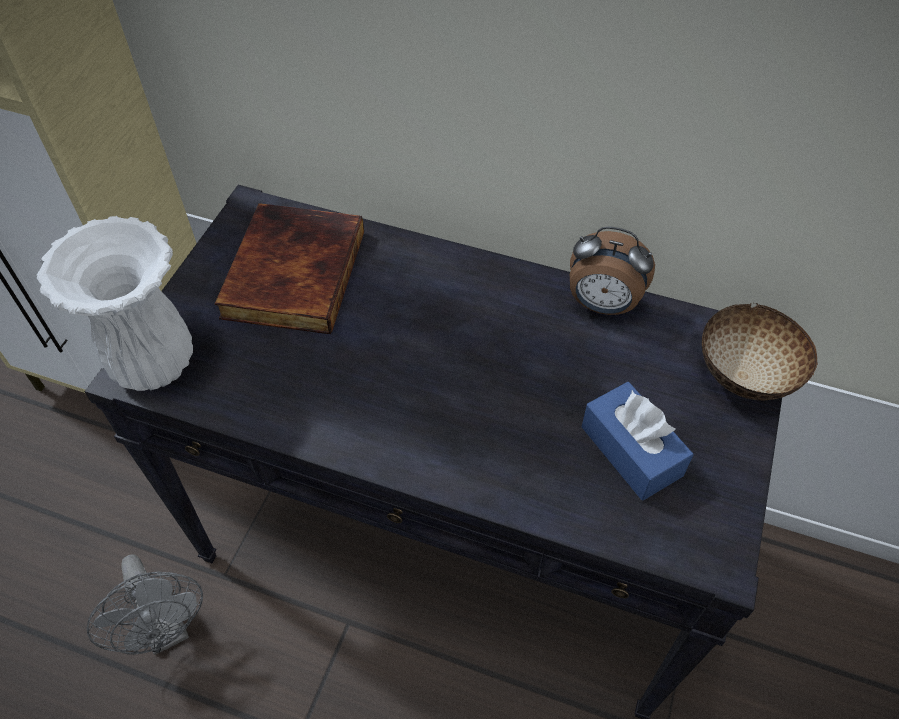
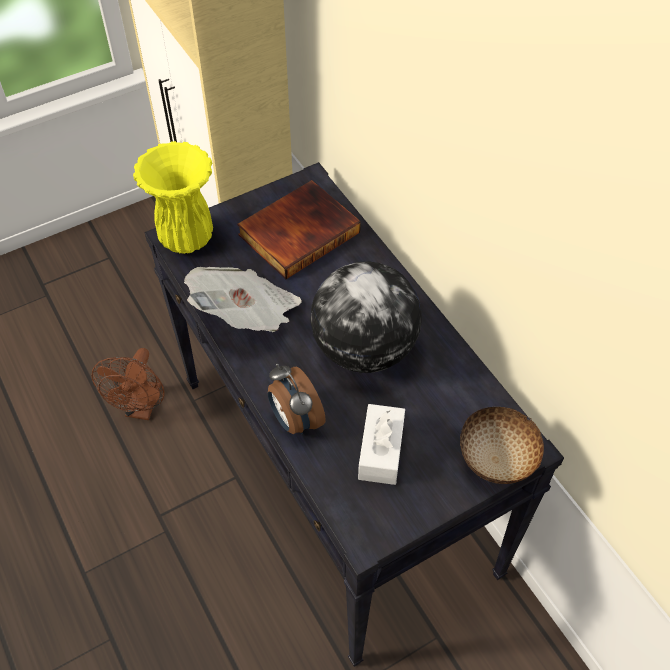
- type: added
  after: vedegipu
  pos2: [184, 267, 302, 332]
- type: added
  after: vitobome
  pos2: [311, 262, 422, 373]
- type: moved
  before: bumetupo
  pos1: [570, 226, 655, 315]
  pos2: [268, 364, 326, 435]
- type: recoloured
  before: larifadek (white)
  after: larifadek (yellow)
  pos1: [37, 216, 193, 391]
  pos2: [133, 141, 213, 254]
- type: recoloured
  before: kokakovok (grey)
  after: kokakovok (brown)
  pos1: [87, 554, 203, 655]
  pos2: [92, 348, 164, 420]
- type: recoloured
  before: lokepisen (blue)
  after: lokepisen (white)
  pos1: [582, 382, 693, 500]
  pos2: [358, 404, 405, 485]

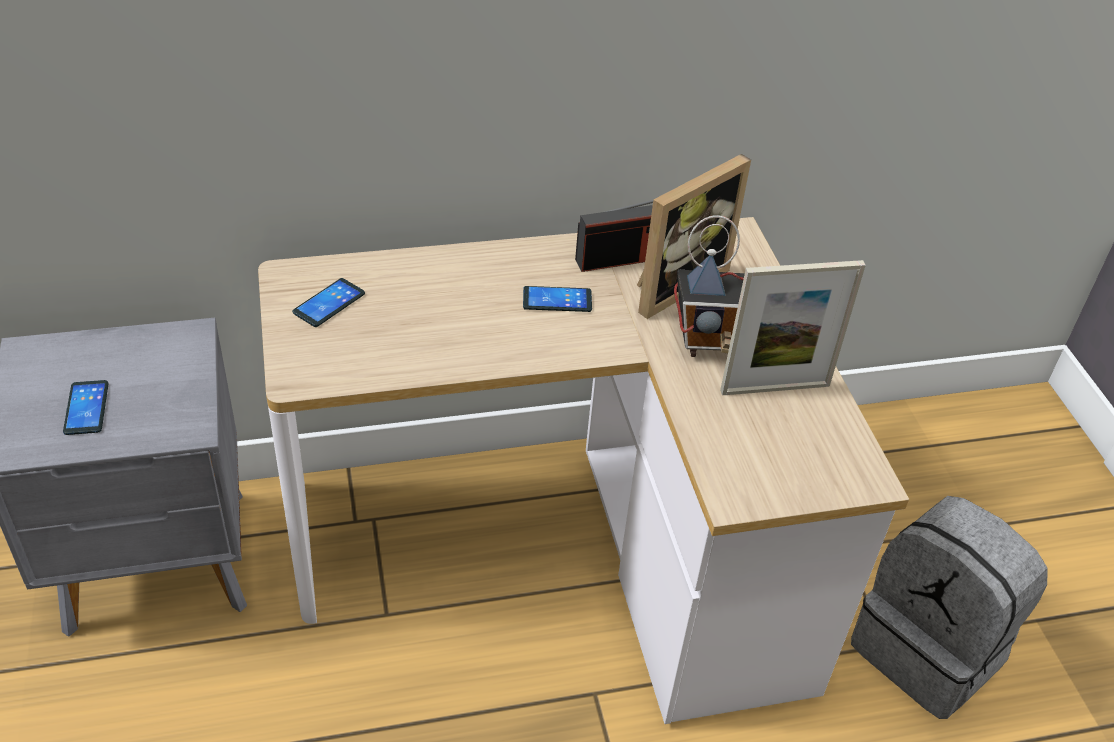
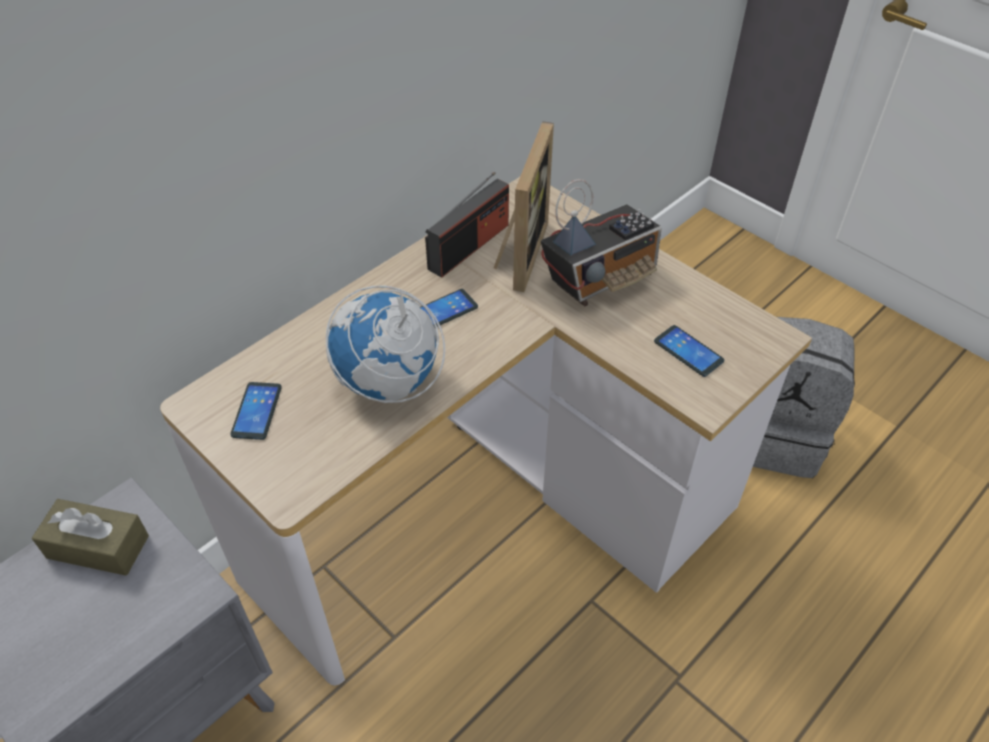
- type: removed
  before: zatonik
  pos1: [720, 260, 866, 395]
- type: added
  after: lokepisen (brown)
  pos2: [32, 499, 149, 576]
- type: added
  after: vitobome
  pos2: [326, 286, 445, 403]
- type: moved
  before: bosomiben
  pos1: [63, 380, 108, 435]
  pos2: [654, 325, 724, 377]

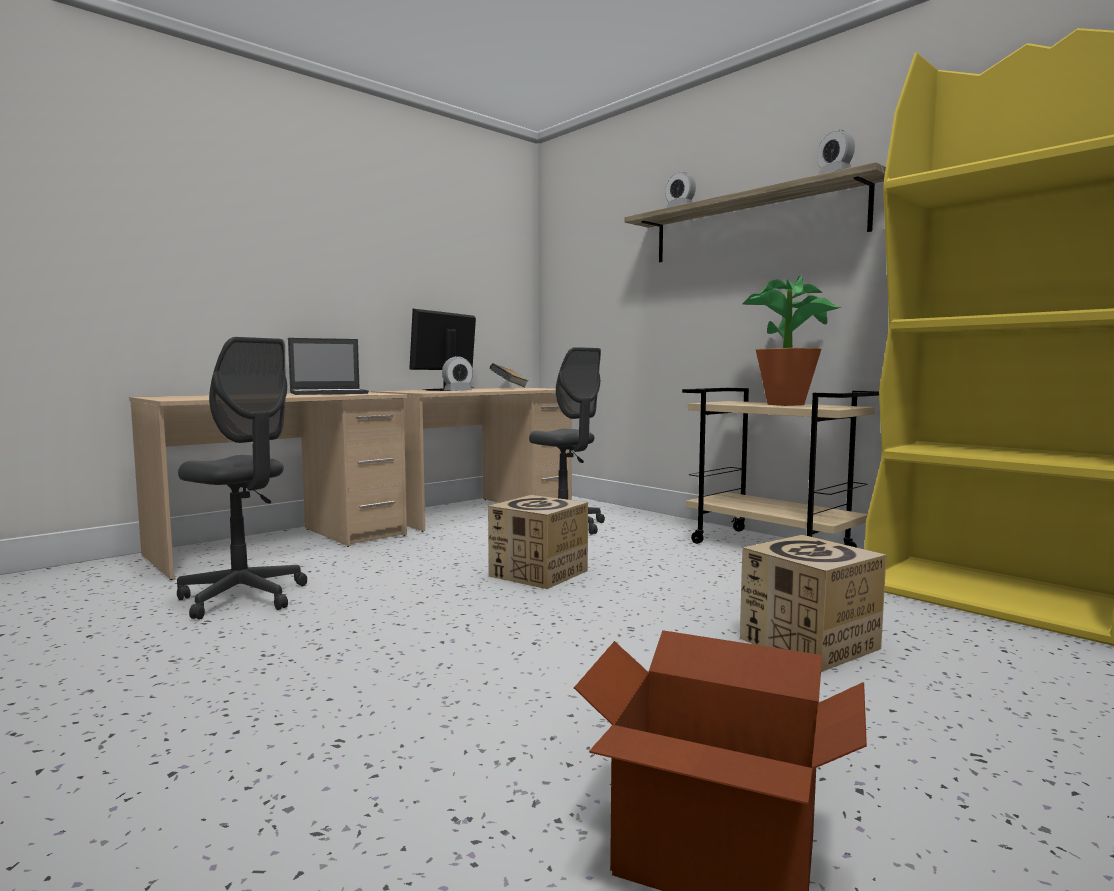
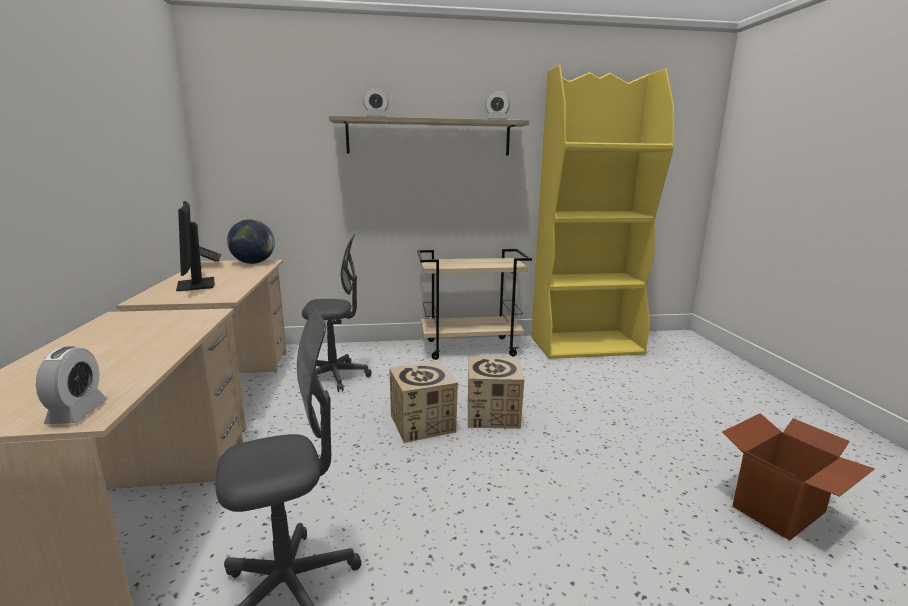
- type: removed
  before: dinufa
  pos1: [288, 338, 369, 395]
- type: removed
  before: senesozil
  pos1: [742, 276, 841, 406]
- type: added
  after: vitobome
  pos2: [227, 219, 275, 264]
- type: moved
  before: bumetupo
  pos1: [442, 356, 473, 391]
  pos2: [36, 346, 107, 424]
- type: moved
  before: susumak
  pos1: [740, 535, 886, 672]
  pos2: [468, 357, 524, 429]

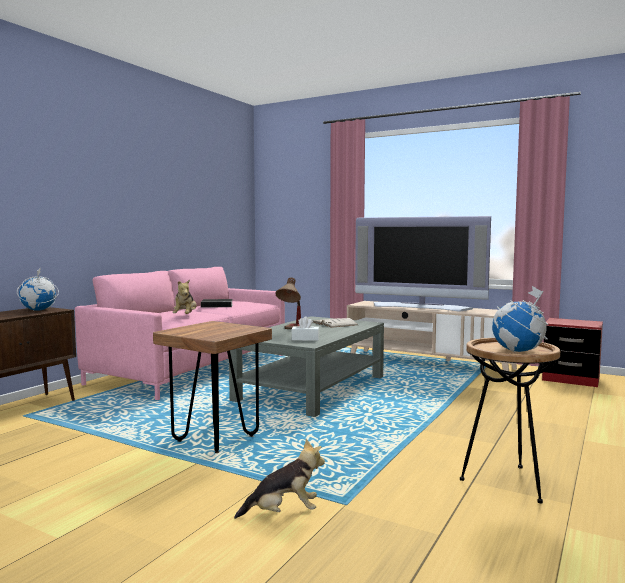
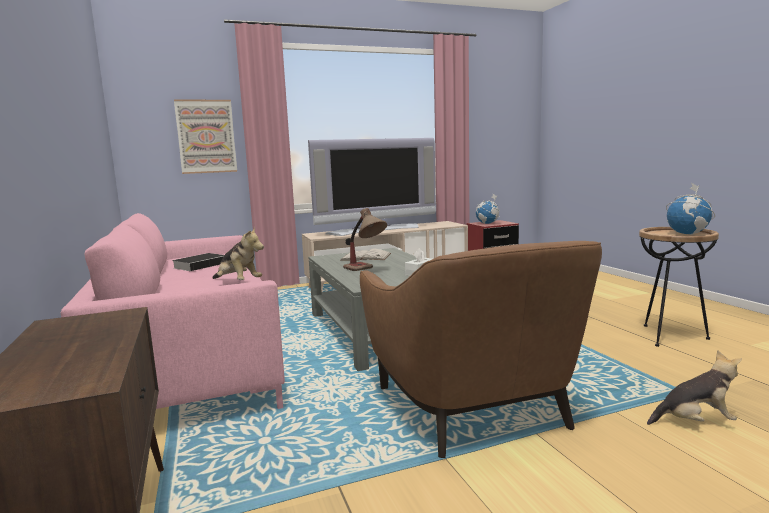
- type: added
  after: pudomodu
  pos2: [174, 99, 237, 174]
- type: moved
  before: vitobome
  pos1: [17, 268, 59, 311]
  pos2: [476, 194, 500, 224]
- type: replaced
  before: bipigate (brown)
  after: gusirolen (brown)
  pos1: [153, 321, 272, 453]
  pos2: [360, 241, 602, 458]
- type: turned
  before: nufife
  pos1: [234, 439, 325, 519]
  pos2: [647, 350, 742, 425]
  turn: 60

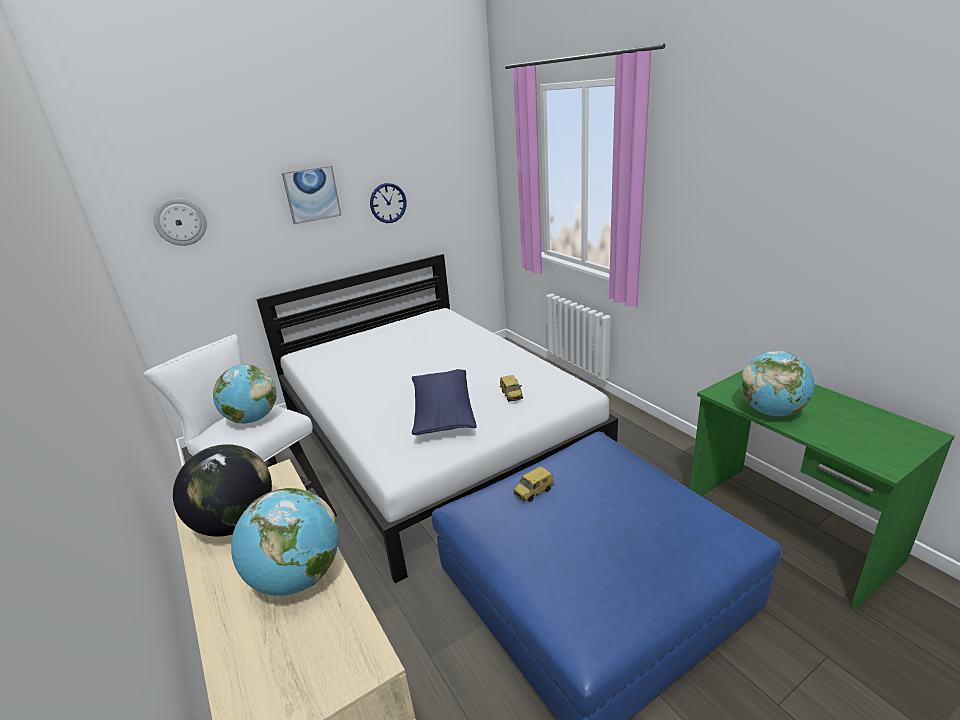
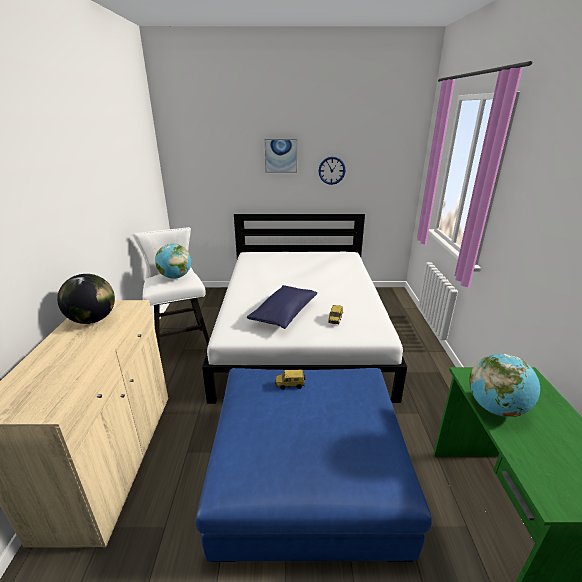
- type: removed
  before: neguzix
  pos1: [154, 198, 207, 246]
- type: removed
  before: vitobome
  pos1: [231, 488, 339, 596]

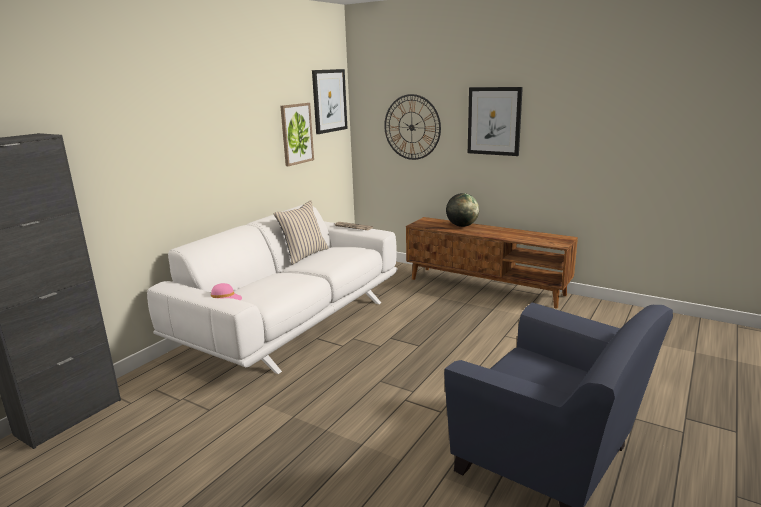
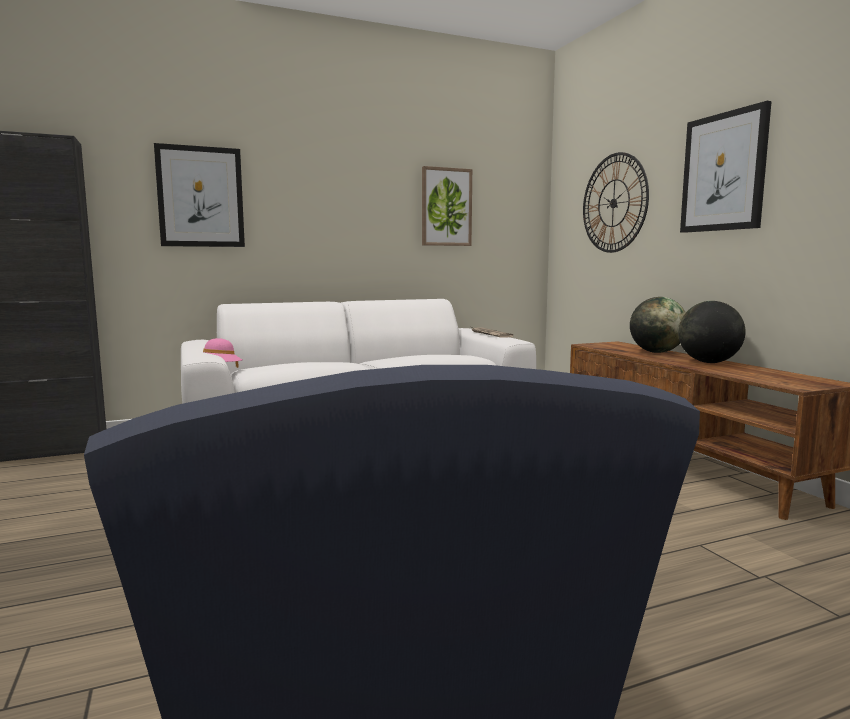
- type: removed
  before: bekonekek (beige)
  pos1: [273, 200, 329, 265]
- type: added
  after: vitobome
  pos2: [678, 301, 745, 363]
- type: moved
  before: pudomodu
  pos1: [312, 69, 348, 134]
  pos2: [154, 143, 245, 247]

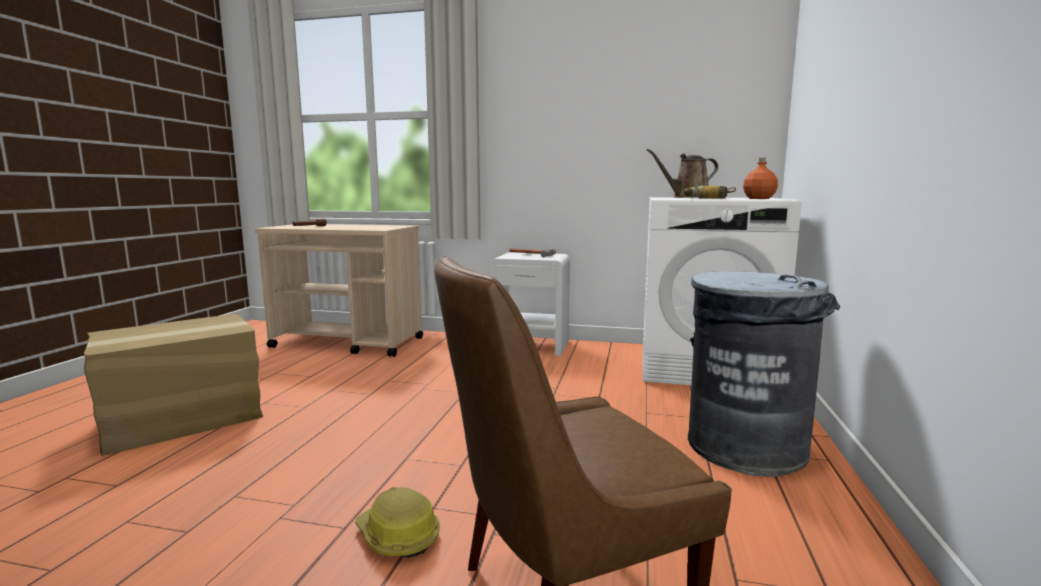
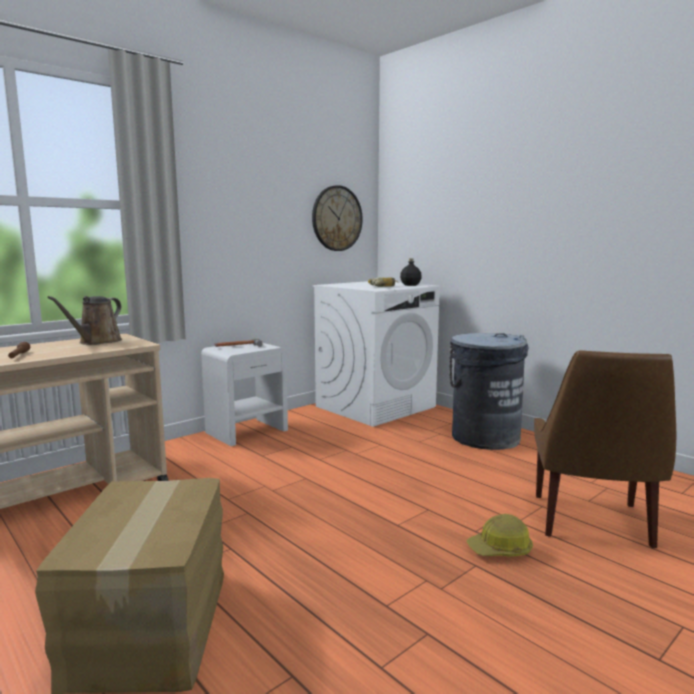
- type: added
  after: neguzix
  pos2: [312, 185, 363, 251]
- type: moved
  before: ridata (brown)
  pos1: [647, 149, 718, 198]
  pos2: [47, 296, 122, 345]
- type: recoloured
  before: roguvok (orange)
  after: roguvok (black)
  pos1: [743, 158, 778, 199]
  pos2: [400, 258, 422, 286]

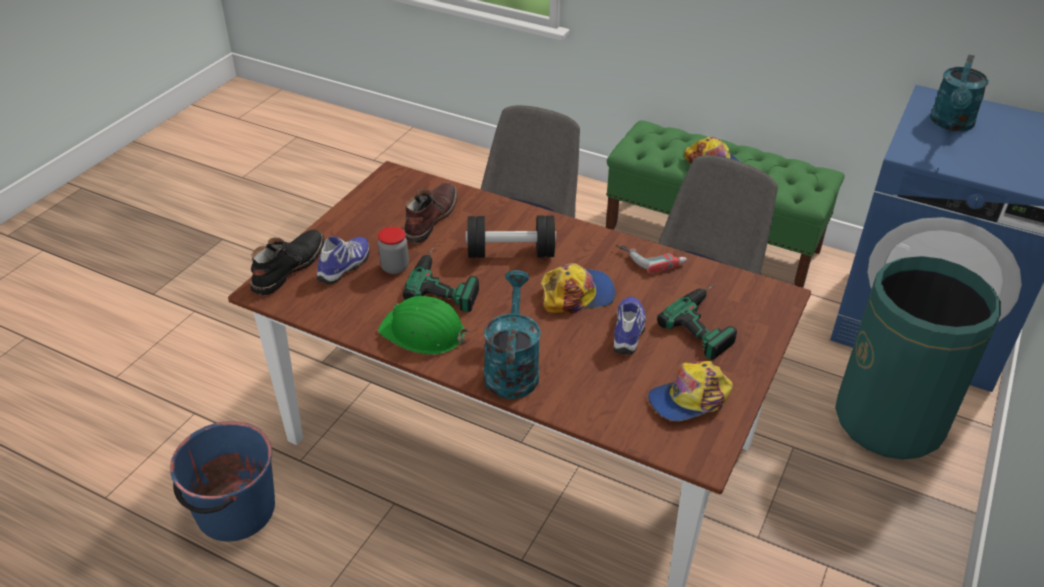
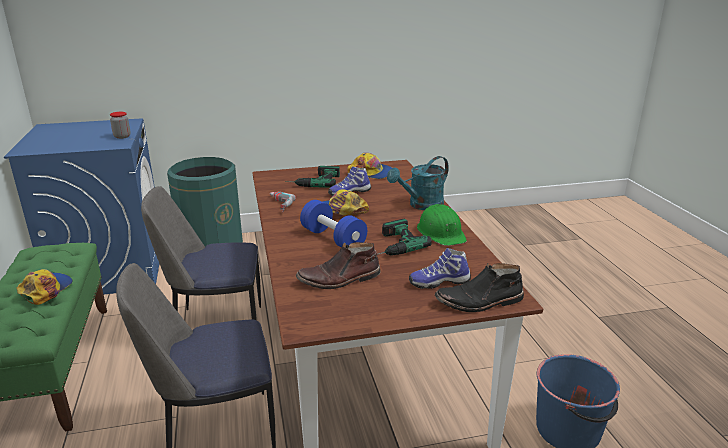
- type: removed
  before: ridata (turquoise)
  pos1: [930, 54, 989, 131]
- type: moved
  before: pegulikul
  pos1: [378, 227, 409, 274]
  pos2: [110, 112, 130, 139]
- type: recoloured
  before: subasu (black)
  after: subasu (blue)
  pos1: [466, 215, 556, 258]
  pos2: [300, 200, 367, 247]

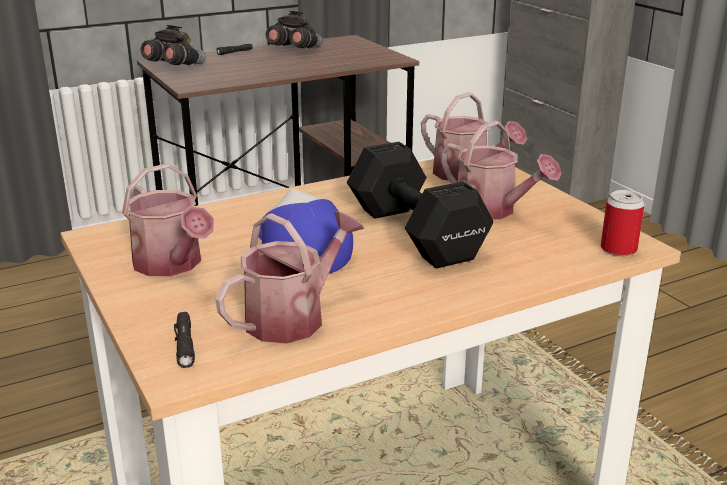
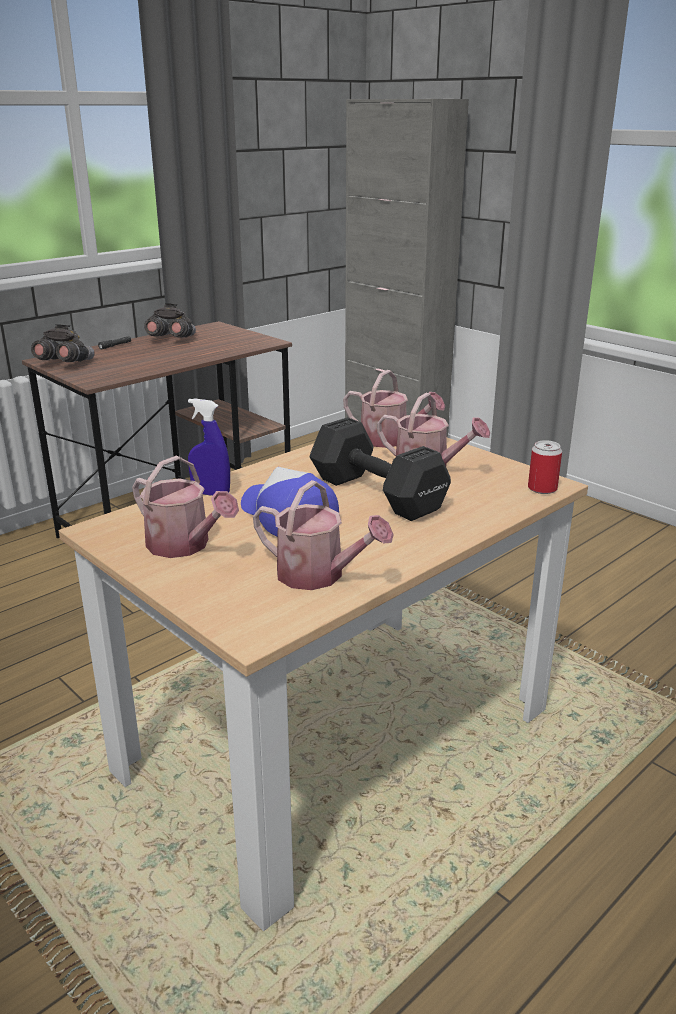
- type: removed
  before: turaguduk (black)
  pos1: [174, 312, 195, 368]
- type: added
  after: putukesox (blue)
  pos2: [188, 398, 230, 496]
- type: turned
  before: ridata
  pos1: [215, 211, 364, 344]
  pos2: [253, 480, 394, 590]
  turn: 90

